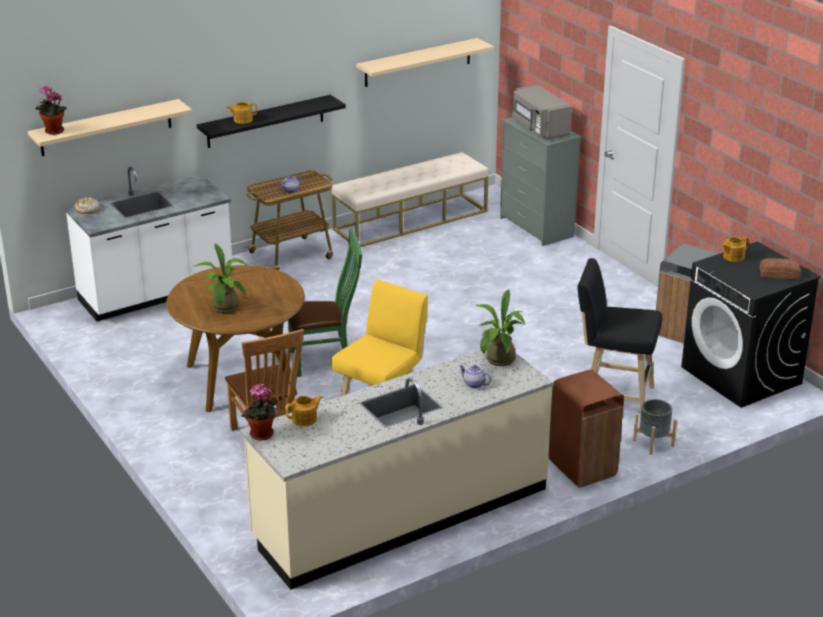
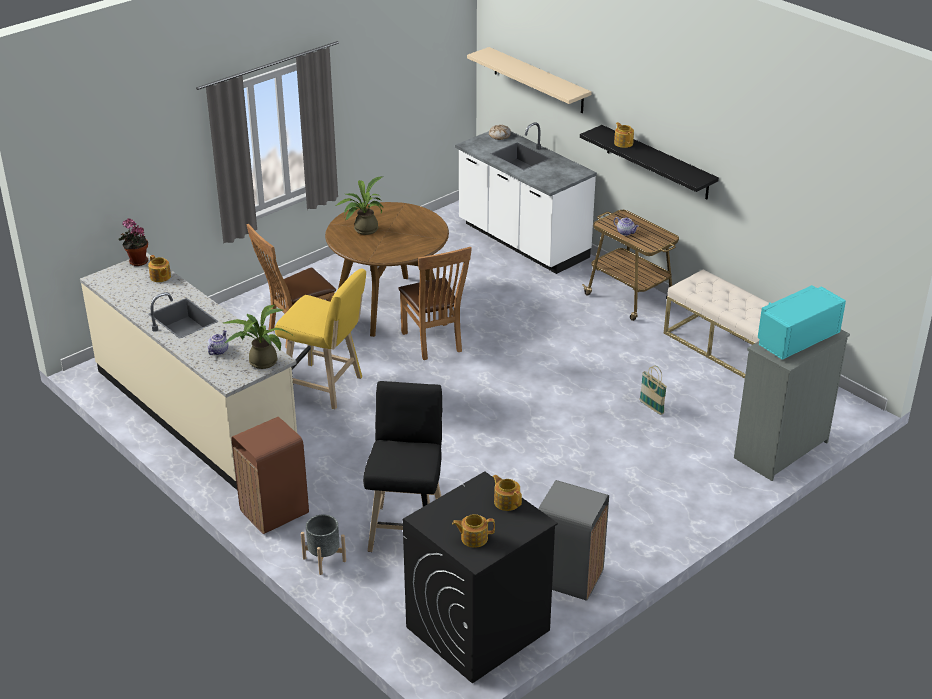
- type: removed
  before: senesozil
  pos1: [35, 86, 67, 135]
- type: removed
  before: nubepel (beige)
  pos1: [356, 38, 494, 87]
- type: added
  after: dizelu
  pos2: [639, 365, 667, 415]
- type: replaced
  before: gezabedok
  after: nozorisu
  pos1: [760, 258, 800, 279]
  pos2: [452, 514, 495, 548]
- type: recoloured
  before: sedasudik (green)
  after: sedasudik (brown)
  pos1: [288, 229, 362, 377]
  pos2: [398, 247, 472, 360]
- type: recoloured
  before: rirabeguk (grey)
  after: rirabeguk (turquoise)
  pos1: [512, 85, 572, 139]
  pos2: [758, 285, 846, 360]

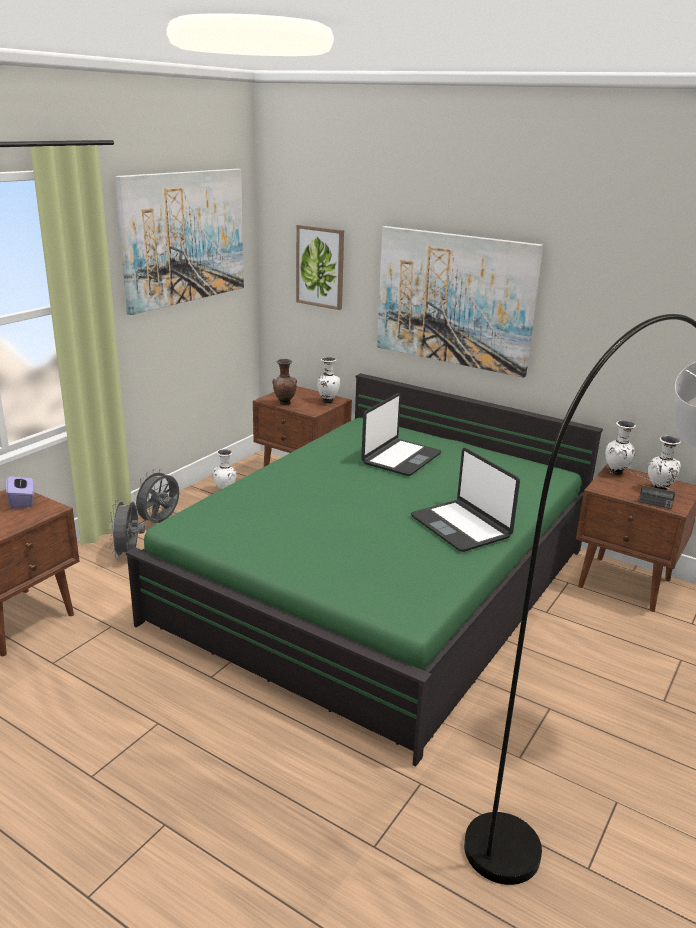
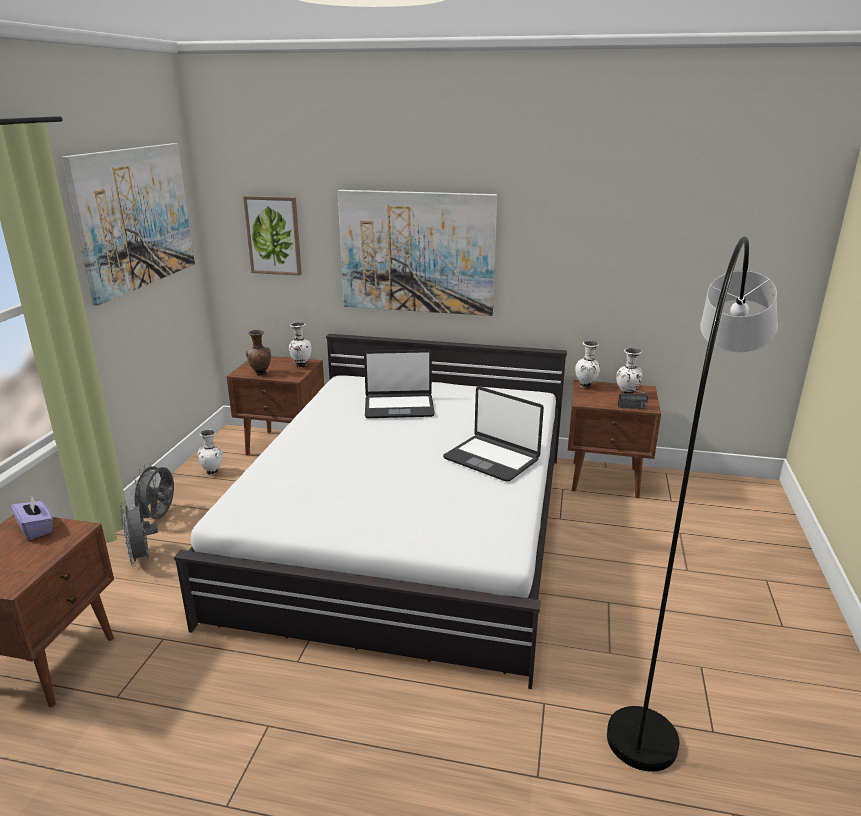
- type: recoloured
  before: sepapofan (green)
  after: sepapofan (white)
  pos1: [126, 373, 603, 767]
  pos2: [174, 334, 567, 689]
- type: turned
  before: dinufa
  pos1: [361, 393, 441, 476]
  pos2: [364, 350, 435, 418]
  turn: 75

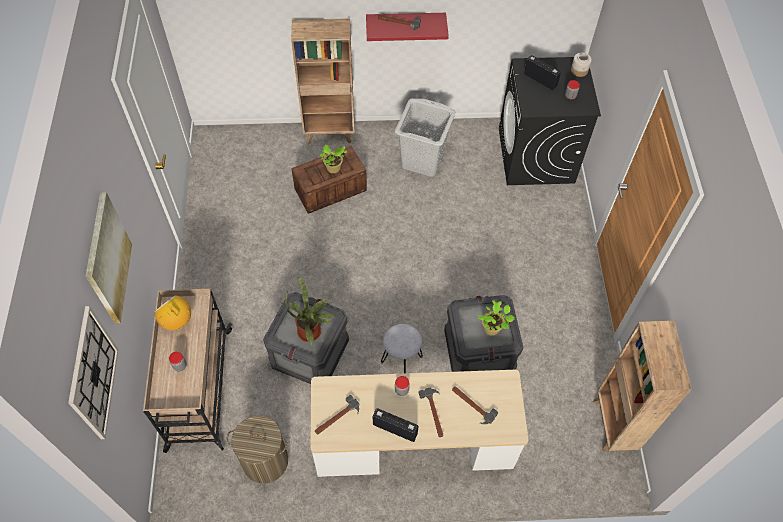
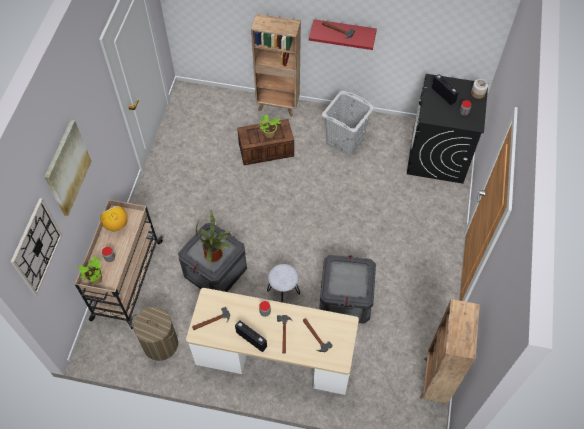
- type: moved
  before: senesozil
  pos1: [477, 300, 515, 336]
  pos2: [78, 256, 102, 284]

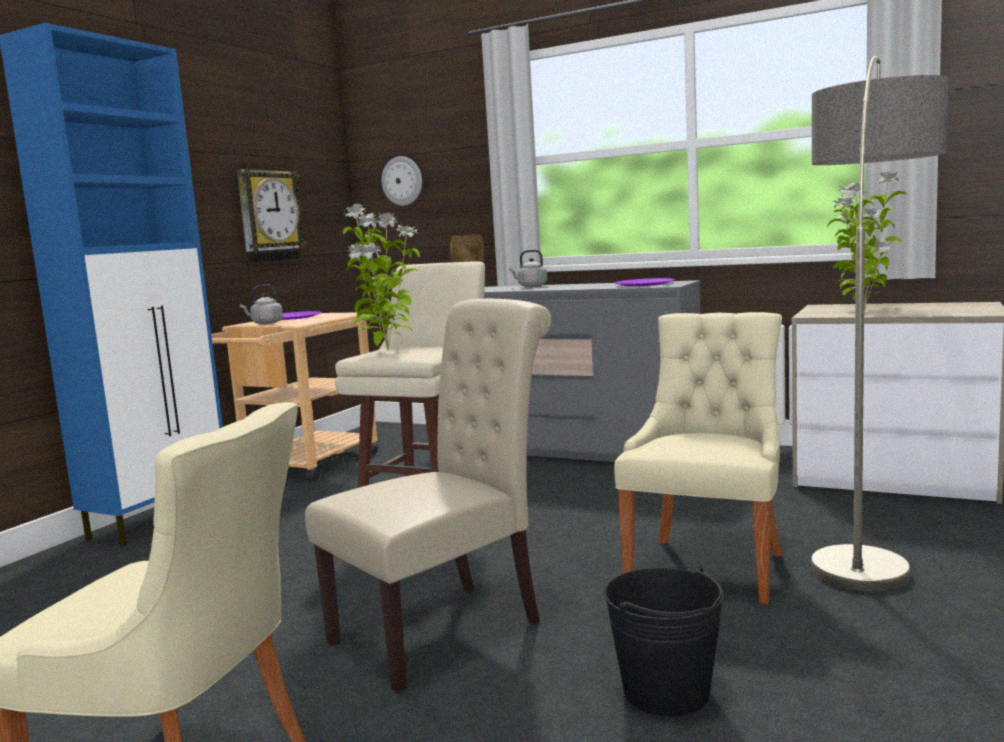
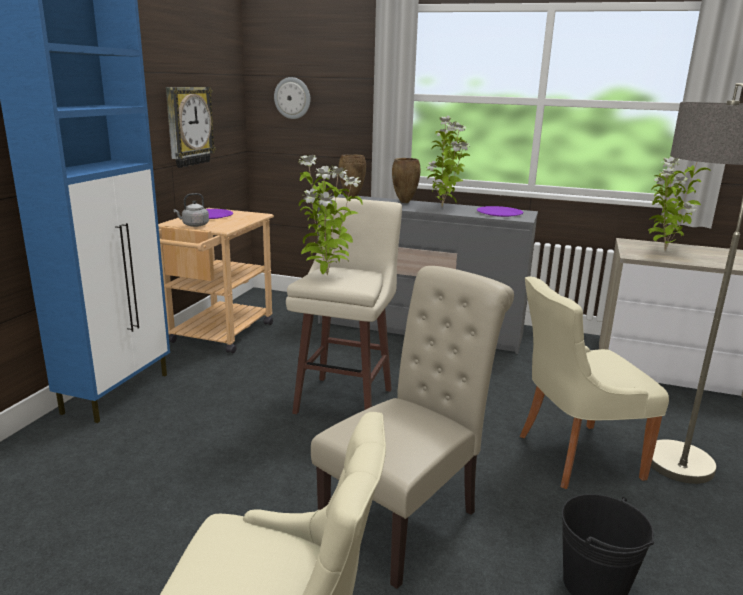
- type: added
  after: senesozil
  pos2: [426, 116, 470, 207]
- type: replaced
  before: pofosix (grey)
  after: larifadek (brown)
  pos1: [509, 250, 547, 287]
  pos2: [392, 158, 421, 203]
- type: turned
  before: sedasudik (beige)
  pos1: [614, 312, 782, 604]
  pos2: [520, 277, 669, 489]
  turn: -120

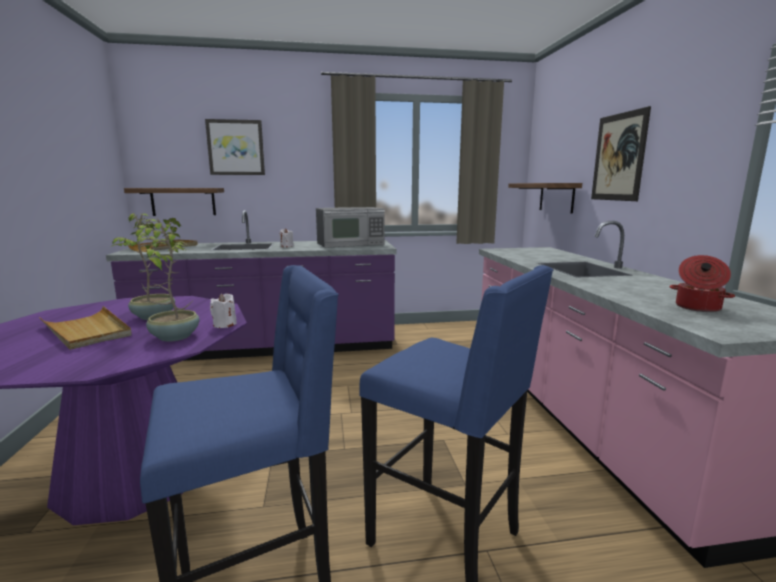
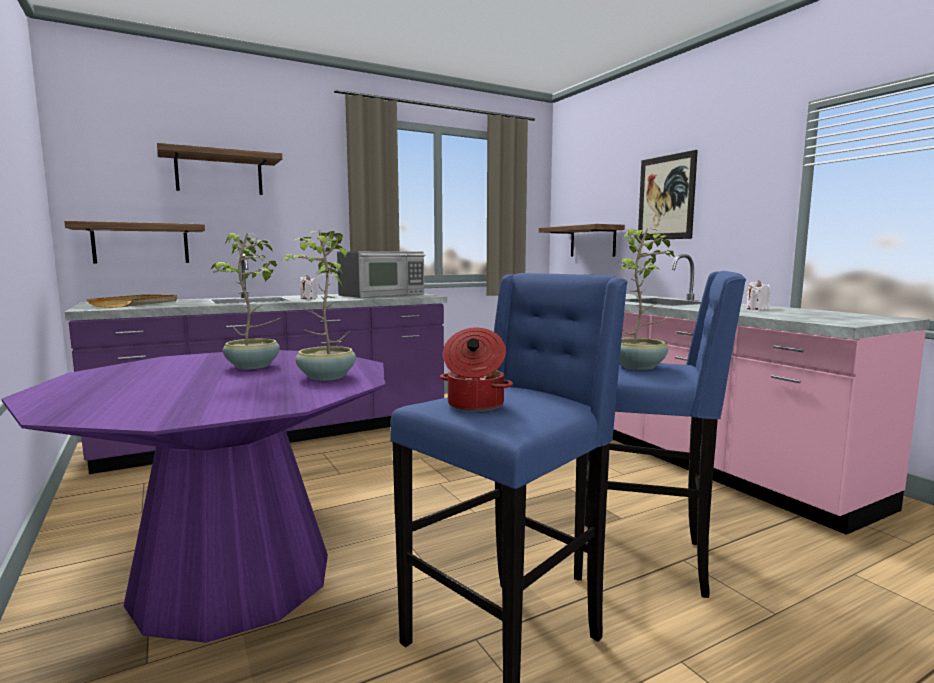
- type: removed
  before: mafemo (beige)
  pos1: [39, 306, 132, 350]
- type: added
  after: senesozil
  pos2: [619, 228, 676, 370]
- type: moved
  before: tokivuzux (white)
  pos1: [210, 293, 237, 328]
  pos2: [746, 280, 770, 310]
- type: moved
  before: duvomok
  pos1: [670, 255, 735, 312]
  pos2: [440, 328, 513, 412]
- type: replaced
  before: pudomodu
  after: nubepel
  pos1: [205, 119, 265, 175]
  pos2: [157, 143, 282, 195]

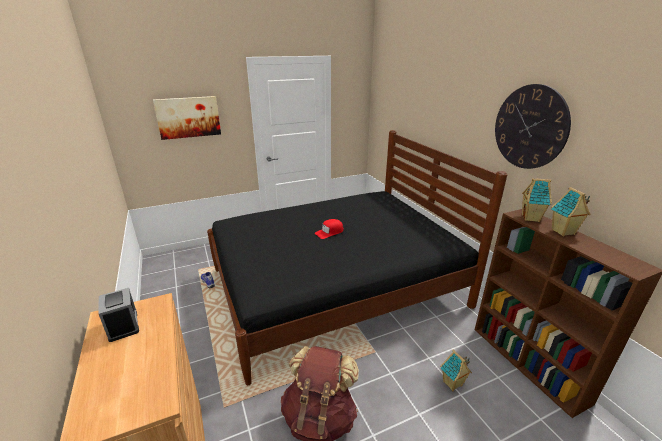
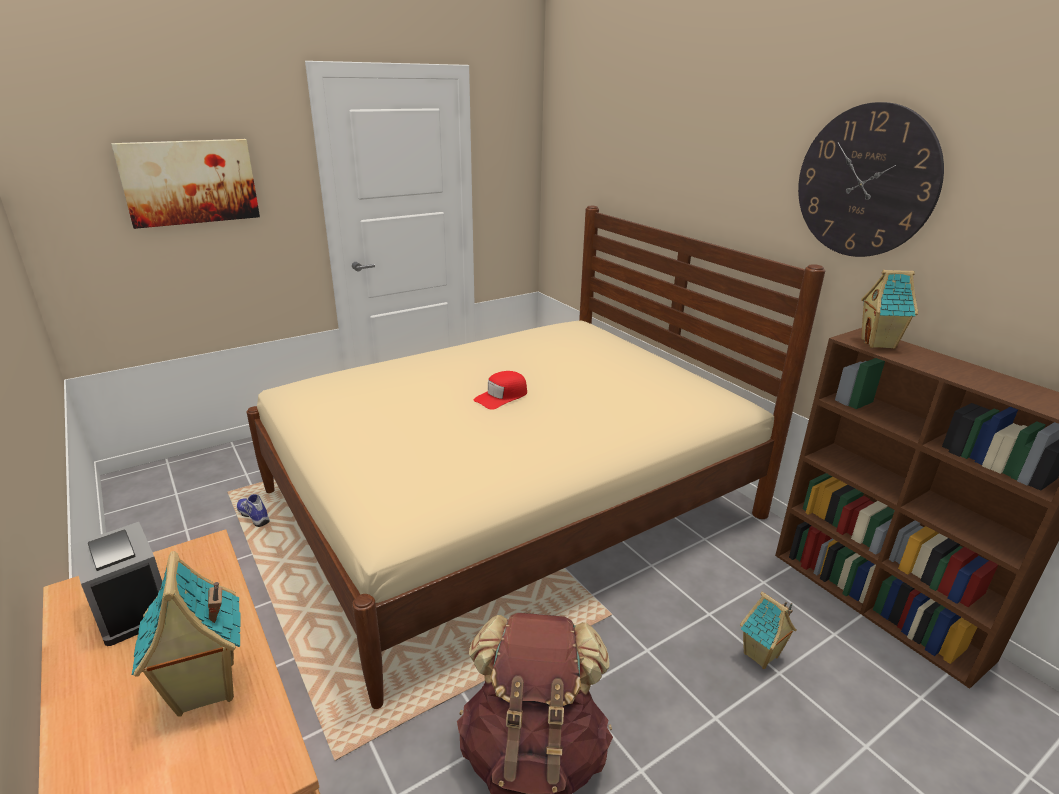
- type: moved
  before: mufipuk
  pos1: [551, 187, 591, 236]
  pos2: [132, 551, 241, 717]
- type: recoloured
  before: sepapofan (black)
  after: sepapofan (beige)
  pos1: [207, 130, 507, 385]
  pos2: [247, 206, 825, 709]

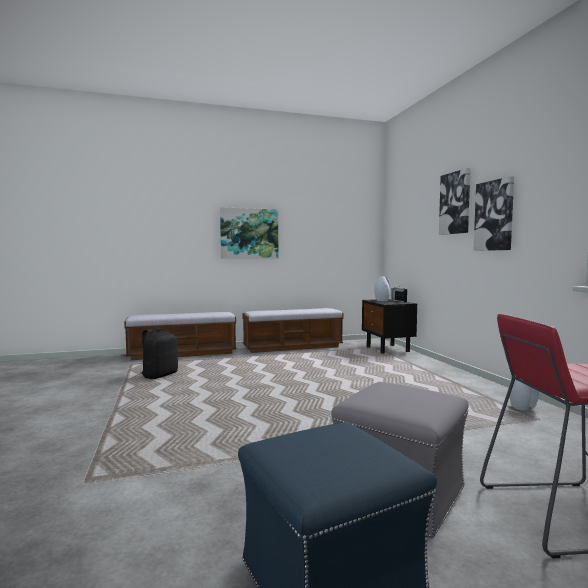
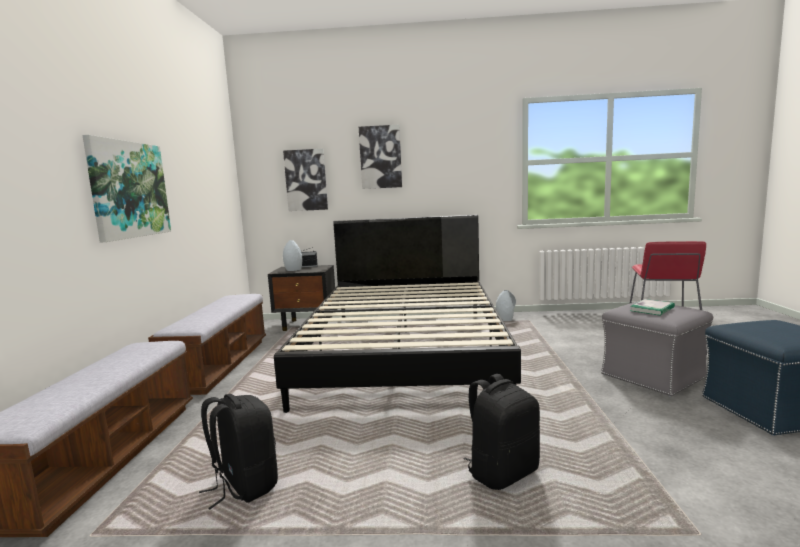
- type: added
  after: sepapofan (black)
  pos2: [274, 215, 521, 413]
- type: added
  after: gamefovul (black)
  pos2: [463, 374, 540, 490]
- type: added
  after: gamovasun
  pos2: [630, 299, 675, 316]
- type: moved
  before: pudomodu
  pos1: [474, 176, 514, 251]
  pos2: [283, 149, 328, 211]

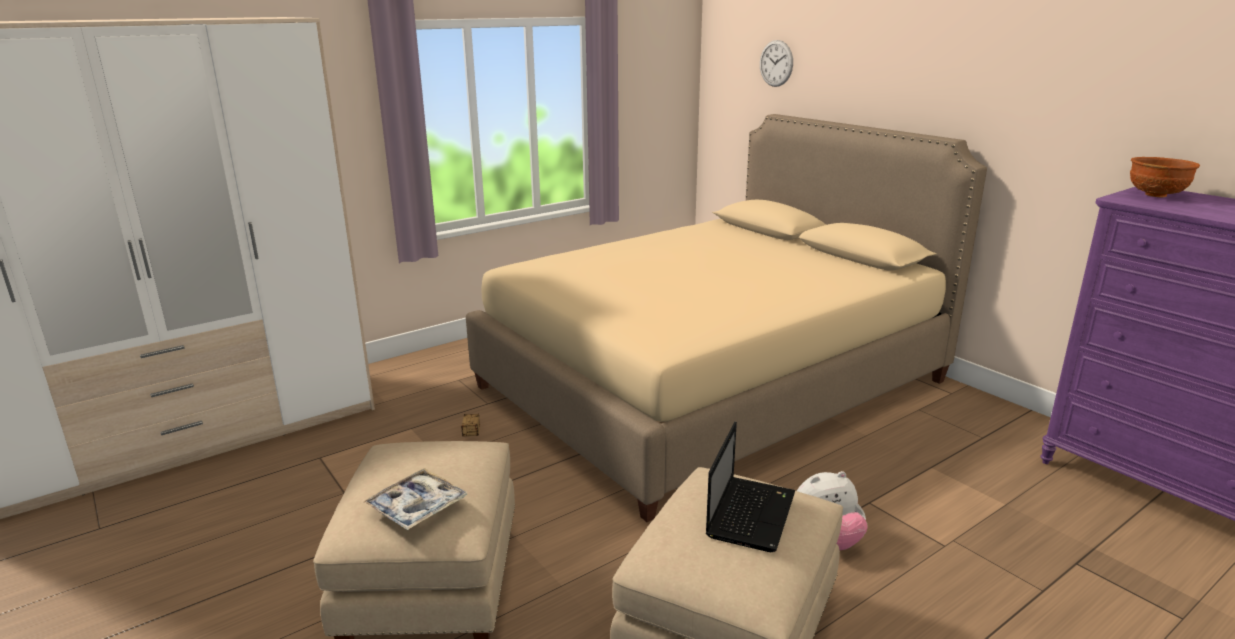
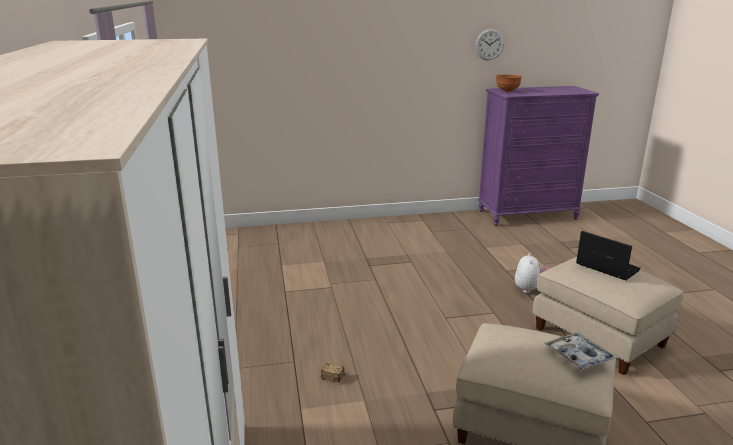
- type: removed
  before: sepapofan (beige)
  pos1: [466, 114, 987, 522]
- type: moved
  before: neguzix
  pos1: [760, 40, 793, 87]
  pos2: [475, 29, 504, 61]

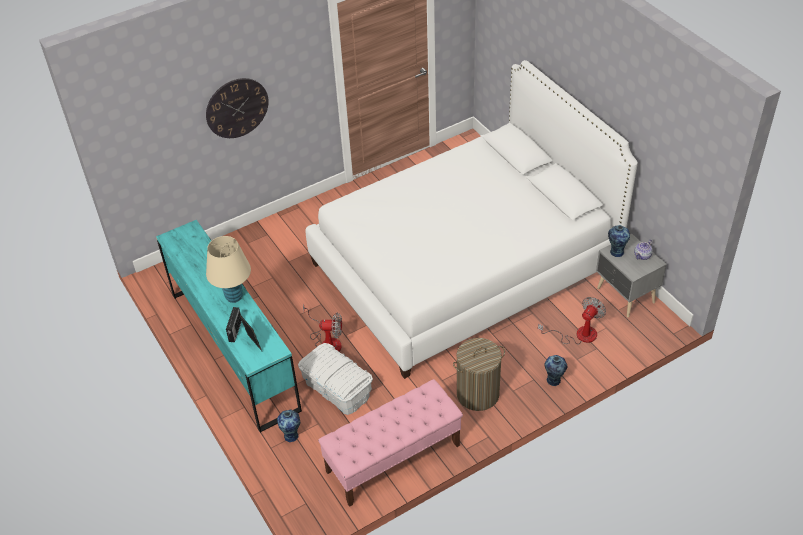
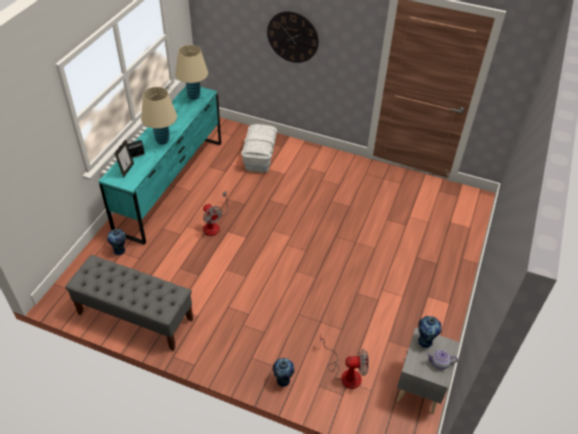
- type: removed
  before: sepapofan (white)
  pos1: [305, 60, 638, 379]
- type: removed
  before: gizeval
  pos1: [453, 338, 505, 411]
- type: added
  after: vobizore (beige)
  pos2: [175, 45, 208, 100]
- type: moved
  before: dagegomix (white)
  pos1: [298, 343, 373, 415]
  pos2: [241, 124, 277, 173]
- type: recoloured
  before: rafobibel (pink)
  after: rafobibel (grey)
  pos1: [318, 379, 463, 507]
  pos2: [65, 255, 193, 351]

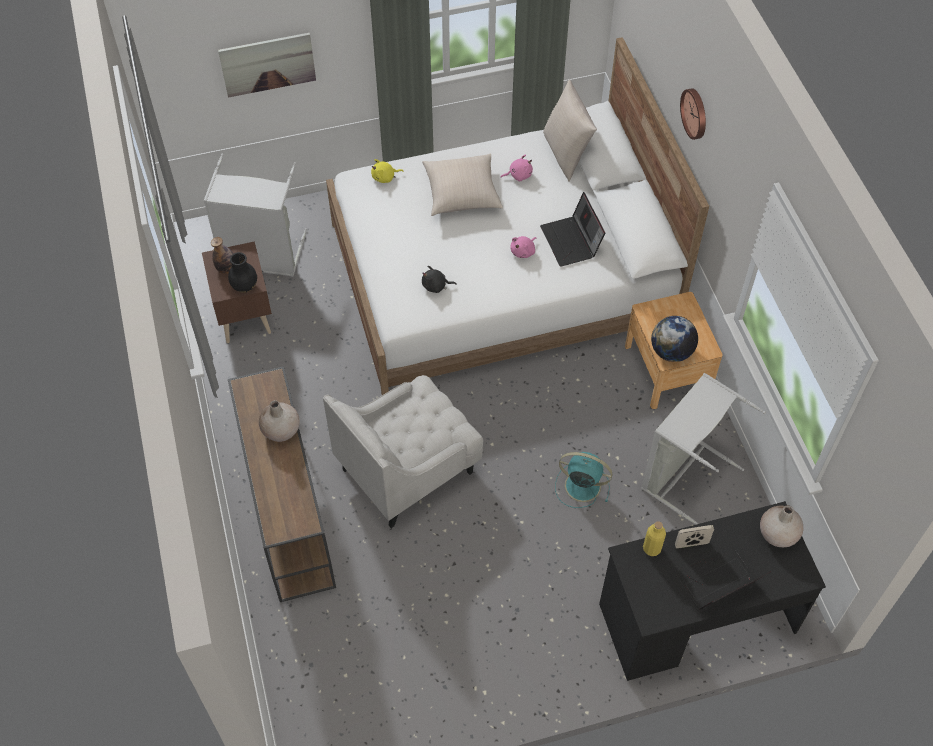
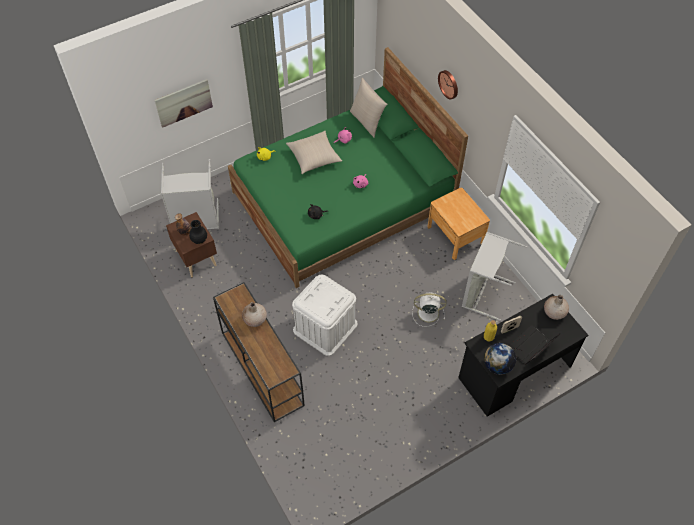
- type: removed
  before: dinufa
  pos1: [540, 192, 605, 267]
- type: moved
  before: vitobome
  pos1: [651, 316, 698, 362]
  pos2: [484, 343, 516, 375]
- type: replaced
  before: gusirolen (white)
  after: dagegomix (white)
  pos1: [323, 375, 484, 528]
  pos2: [292, 275, 358, 356]
- type: recoloured
  before: sepapofan (white)
  after: sepapofan (green)
  pos1: [326, 37, 709, 395]
  pos2: [228, 47, 468, 288]
- type: recoloured
  before: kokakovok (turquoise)
  after: kokakovok (white)
  pos1: [555, 452, 613, 508]
  pos2: [412, 292, 446, 327]

